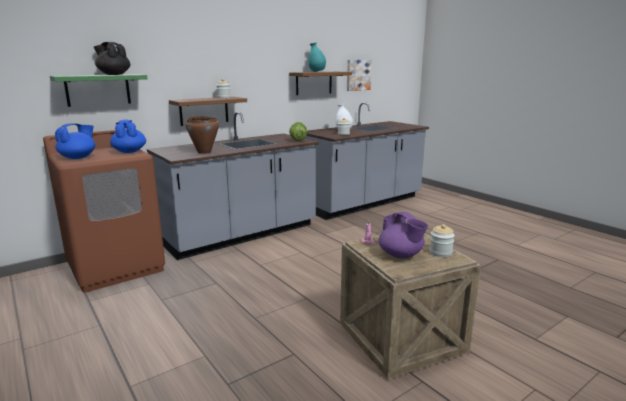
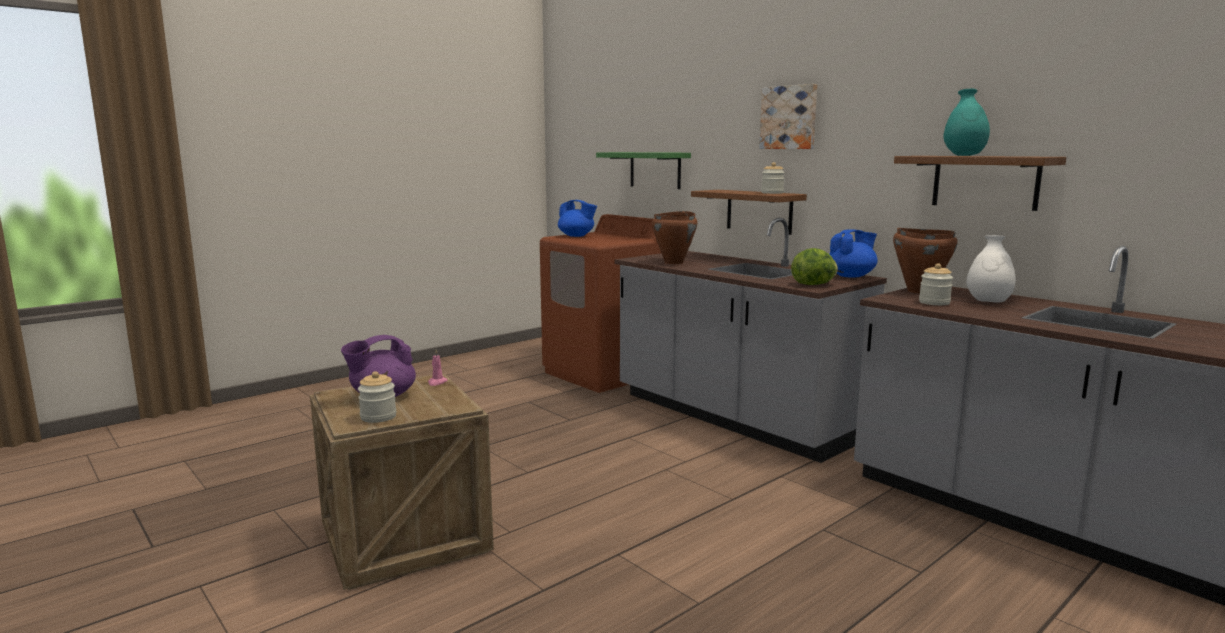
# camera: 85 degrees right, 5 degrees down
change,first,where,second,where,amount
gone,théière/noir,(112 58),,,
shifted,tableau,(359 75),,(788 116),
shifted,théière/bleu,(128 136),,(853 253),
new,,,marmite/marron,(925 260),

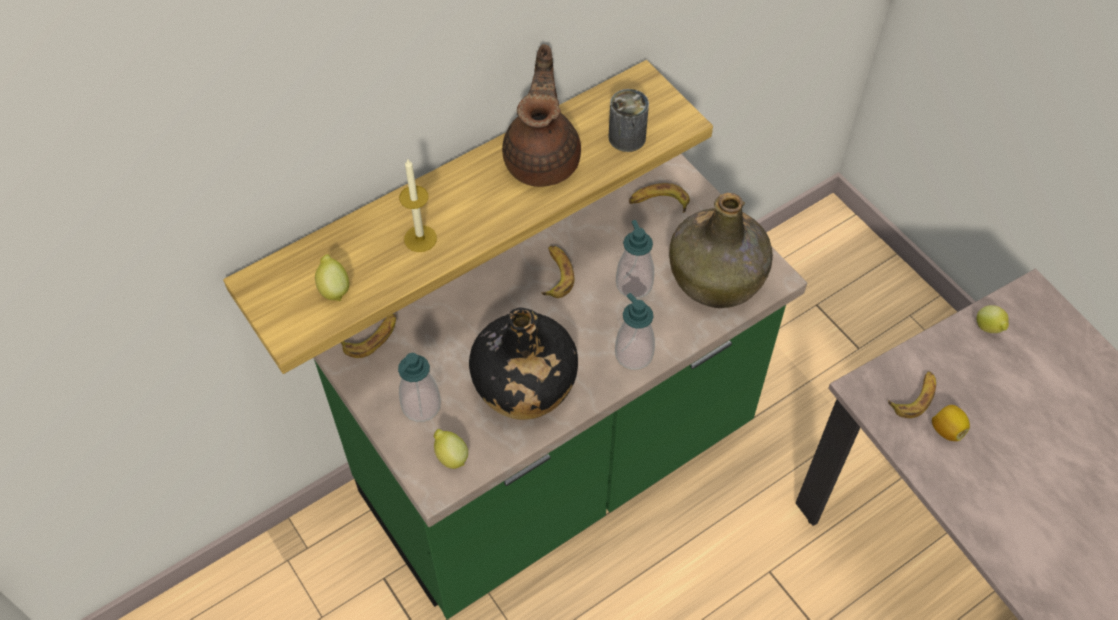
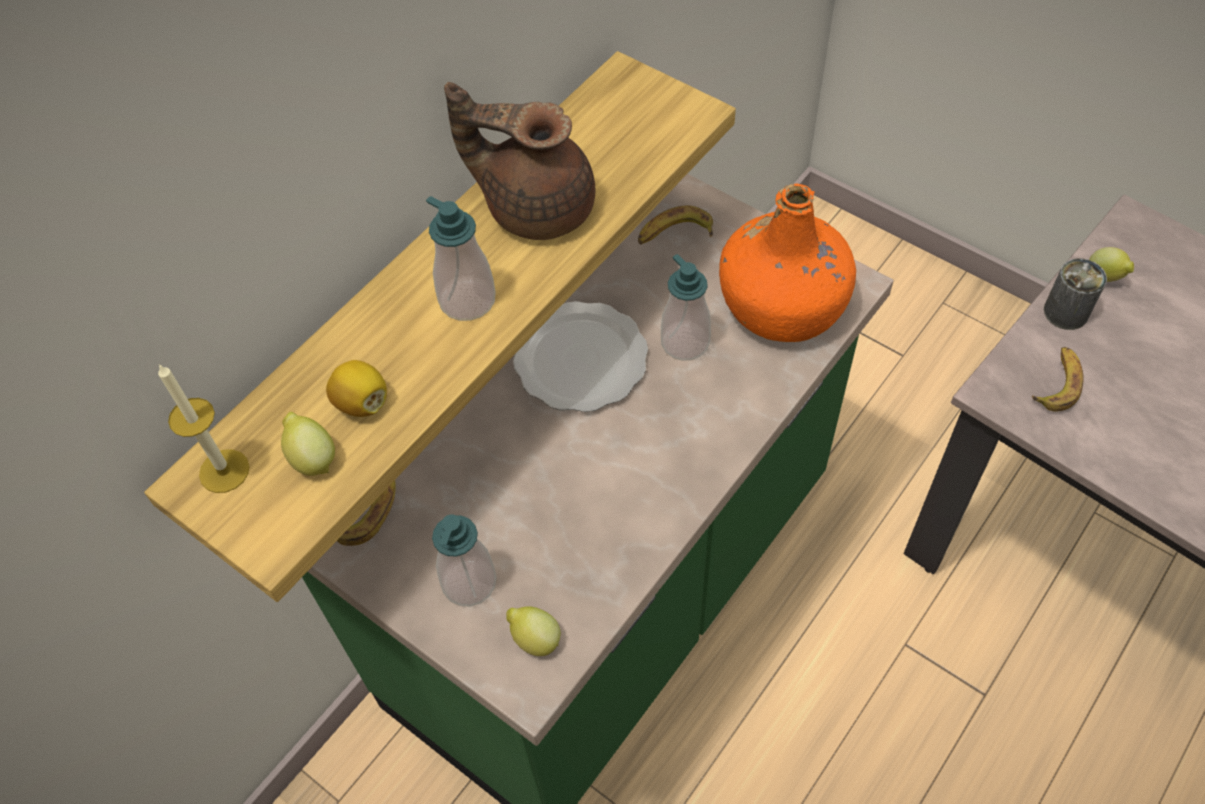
# camera: 15 degrees left, 0 degrees up
change,first,where,second,where,amount
rotated,théière/marron,(541 115),,(519 161),60 degrees counterclockwise
shifted,boîte métallique,(628 120),,(1075 294),
shifted,bougie,(418 205),,(203 428),
repainted,bouteille/vert,(721 250),bouteille/orange,(787 263),
swapped,banane,(557 272),assiette,(580 356),
shifted,distributeur de savon,(635 331),,(461 258),
gone,bouteille/noir,(523 364),,,
shifted,citron,(951 423),,(356 388),

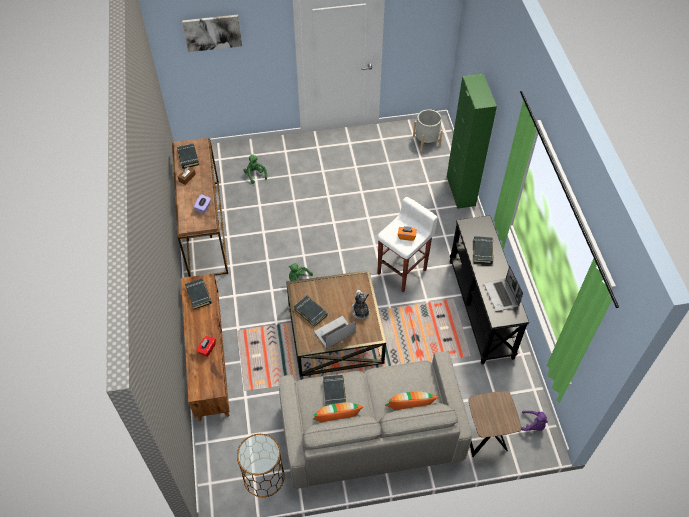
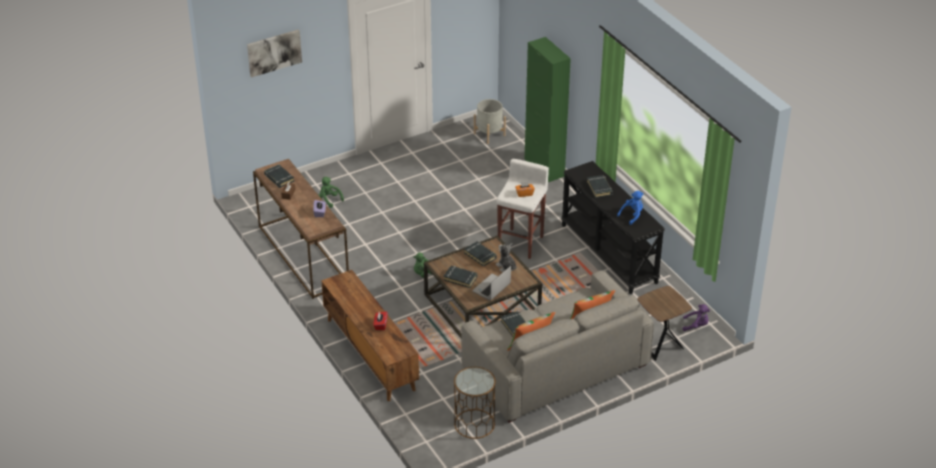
# camera: 20 degrees left, 15 degrees down
change,first,where,second,where,amount
swapped,ordinateur portable,(503 288),peluche/bleu,(630 208),
shifted,livre/noir,(198 294),,(480 254),

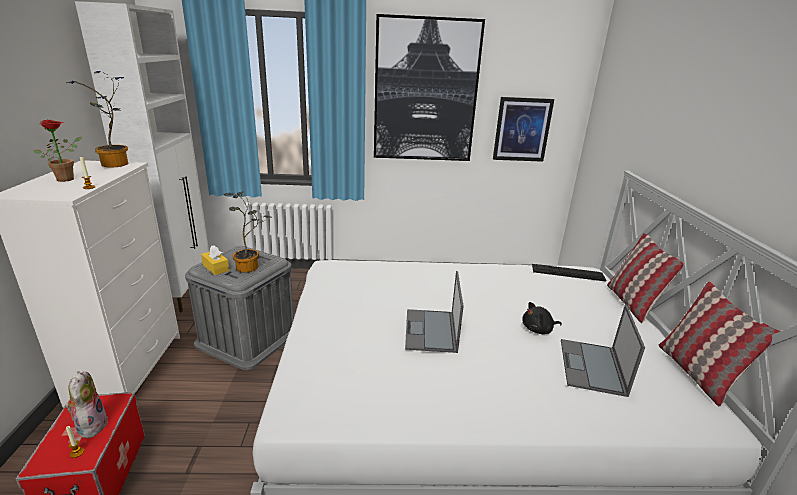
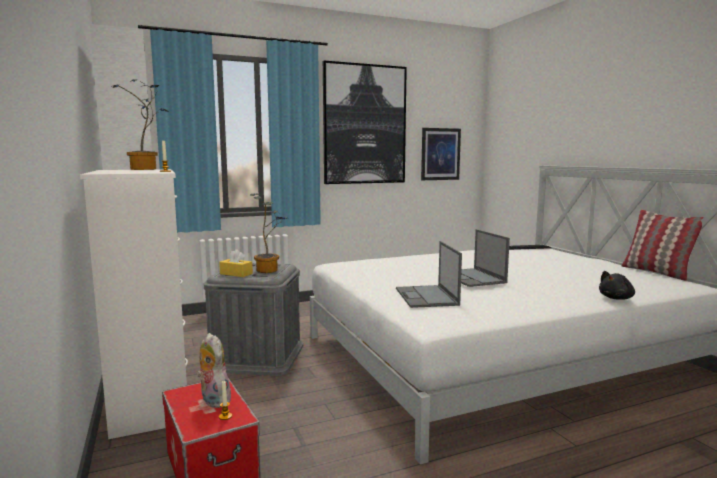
# camera: 20 degrees left, 15 degrees down
change,first,where,second,where,amount
gone,plante en pot,(57 151),,,
gone,coussin,(645 278),,,
shifted,peluche/noir,(542 318),,(617 285),
shifted,ordinateur portable,(603 350),,(429 274),

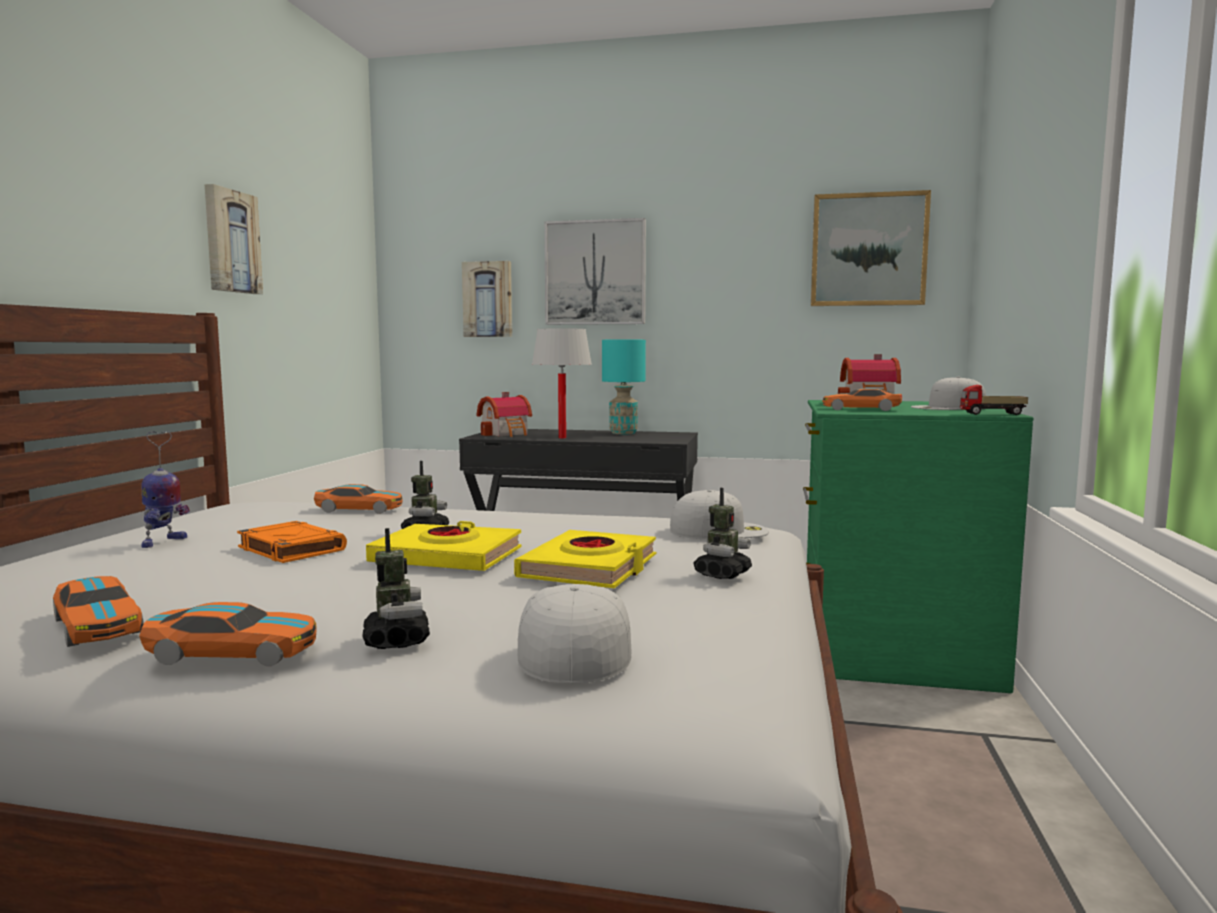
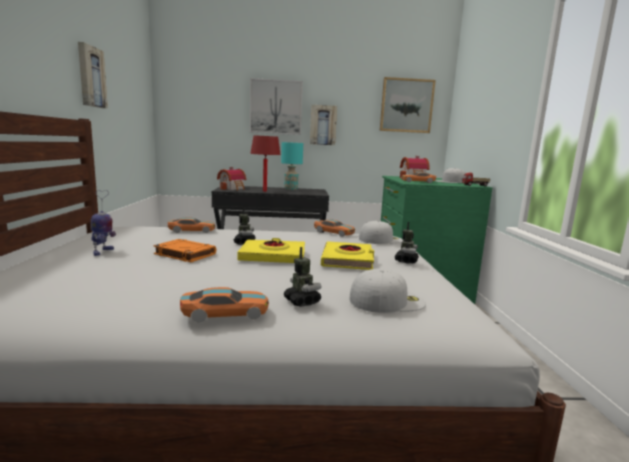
# camera: 15 degrees left, 5 degrees up
change,first,where,second,where,amount
shifted,tableau,(487 299),,(323 125),
repainted,lampe de table/blanc,(561 383),lampe de table/rouge,(265 164),
shifted,petite voiture,(98 611),,(334 228),
rotated,casquette/blanc,(574 634),,(387 290),90 degrees clockwise

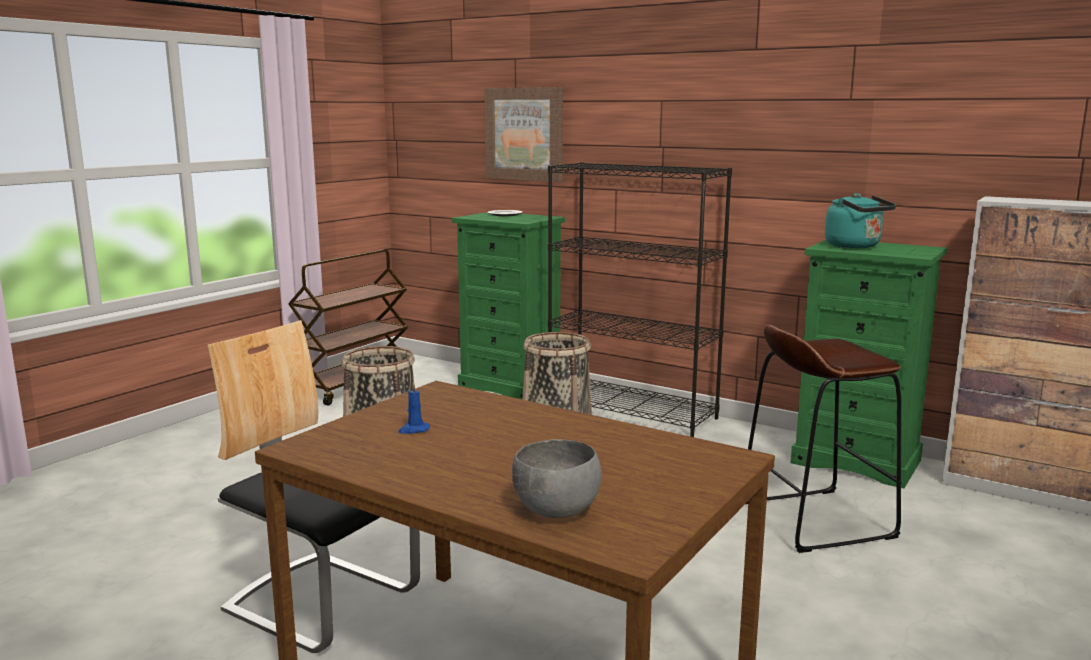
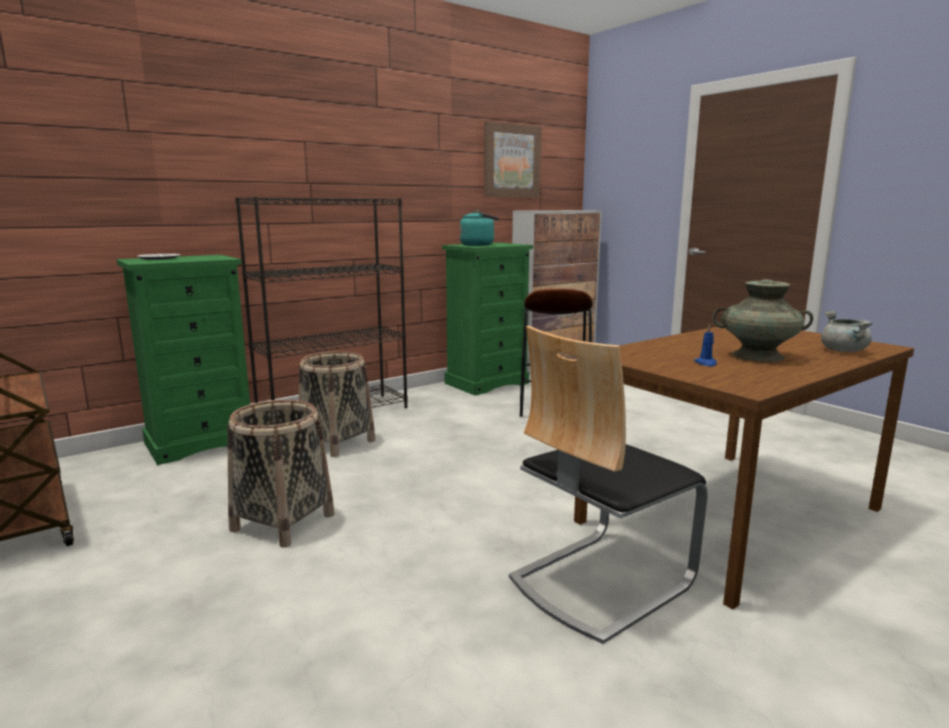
# camera: 70 degrees left, 0 degrees up
change,first,where,second,where,amount
shifted,tableau,(523 134),,(512 159),
swapped,bol/gris,(557 478),marmite/gris,(846 331),
new,,,vase/turquoise,(763 320),

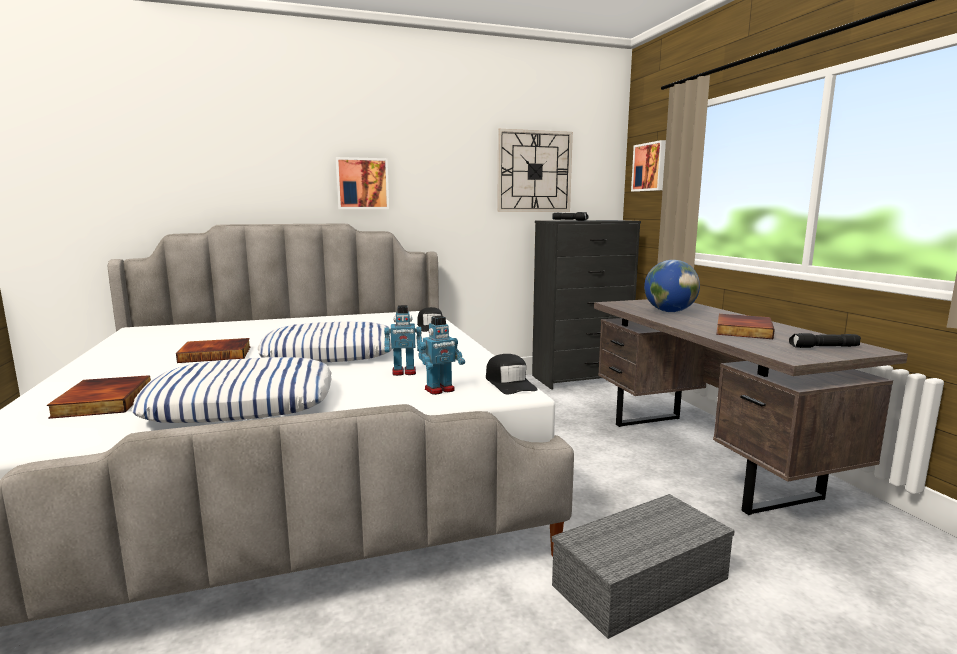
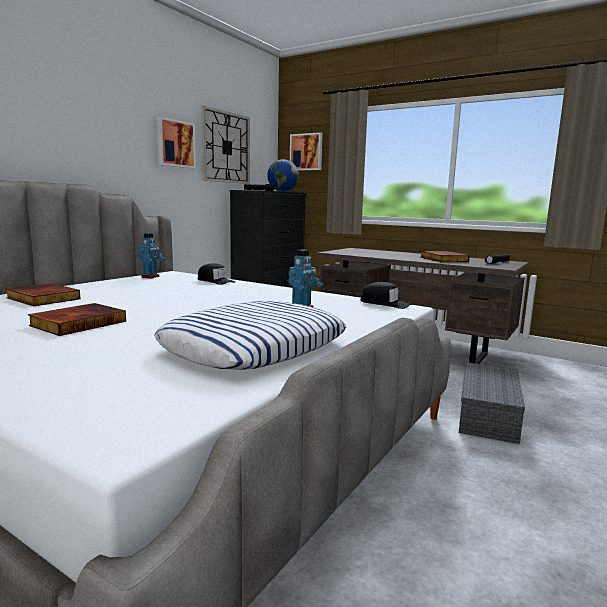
# camera: 40 degrees left, 0 degrees up
change,first,where,second,where,amount
shifted,tableau,(362 183),,(176 142),
shifted,globe,(672 286),,(283 175),
shifted,robot jouet,(441 355),,(152 255),
gone,coussin,(325 342),,,
shifted,livre,(99 397),,(43 294),

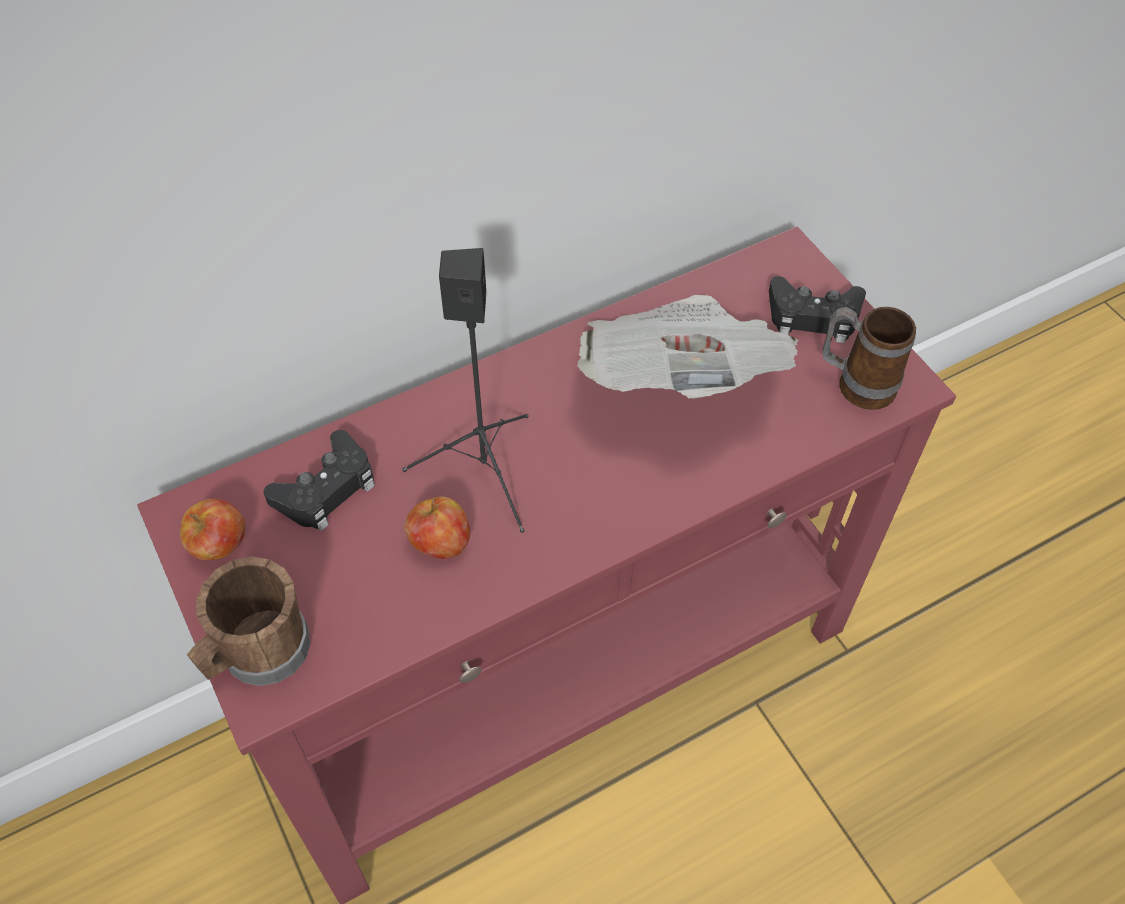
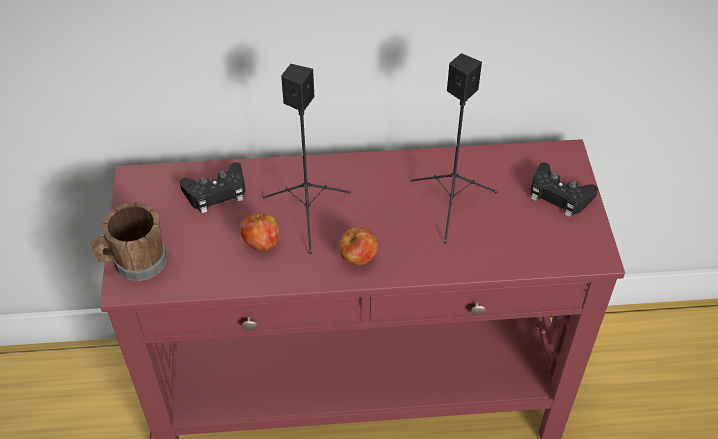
# camera: 25 degrees right, 5 degrees down
change,first,where,second,where,amount
swapped,journal,(687 347),enceinte/noir,(454 148),
gone,mug,(869 358),,,
shifted,pomme,(212 529),,(358 246),

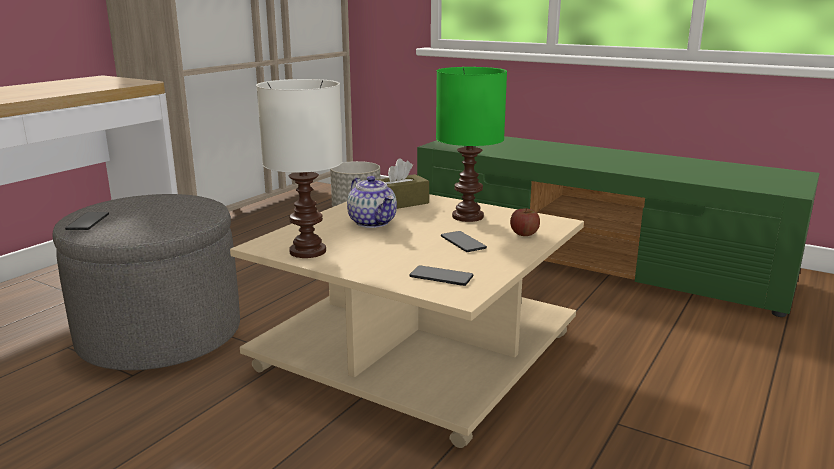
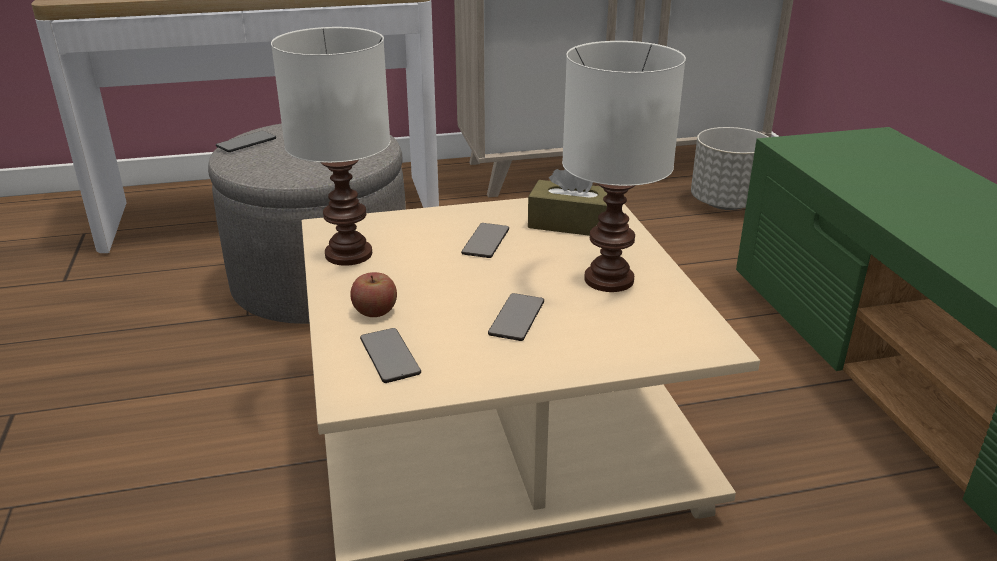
# camera: 45 degrees right, 10 degrees up
change,first,where,second,where,amount
repainted,lampe de table/vert,(471 144),lampe de table/blanc,(624 166),
swapped,théière,(372 202),téléphone,(485 240),
shifted,pomme,(525 222),,(373 294),

